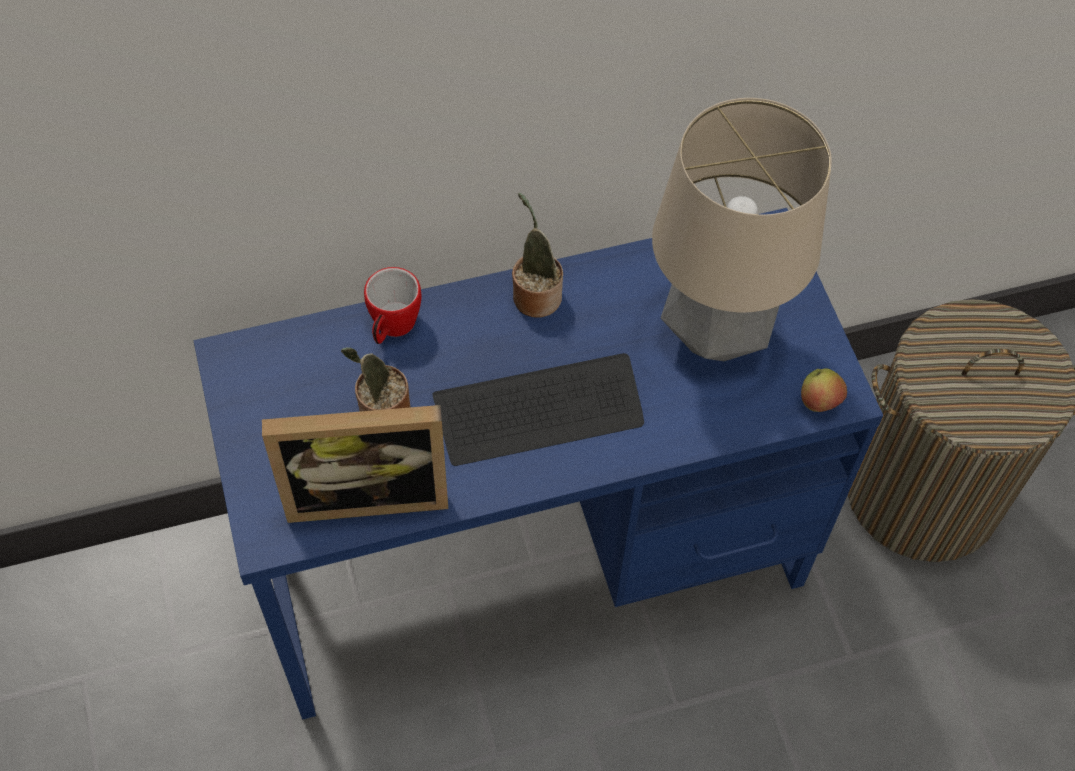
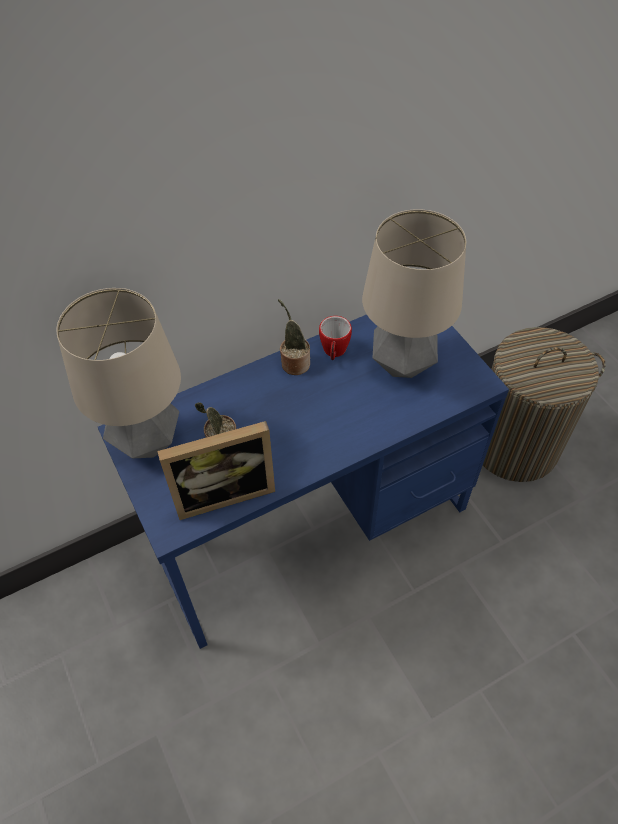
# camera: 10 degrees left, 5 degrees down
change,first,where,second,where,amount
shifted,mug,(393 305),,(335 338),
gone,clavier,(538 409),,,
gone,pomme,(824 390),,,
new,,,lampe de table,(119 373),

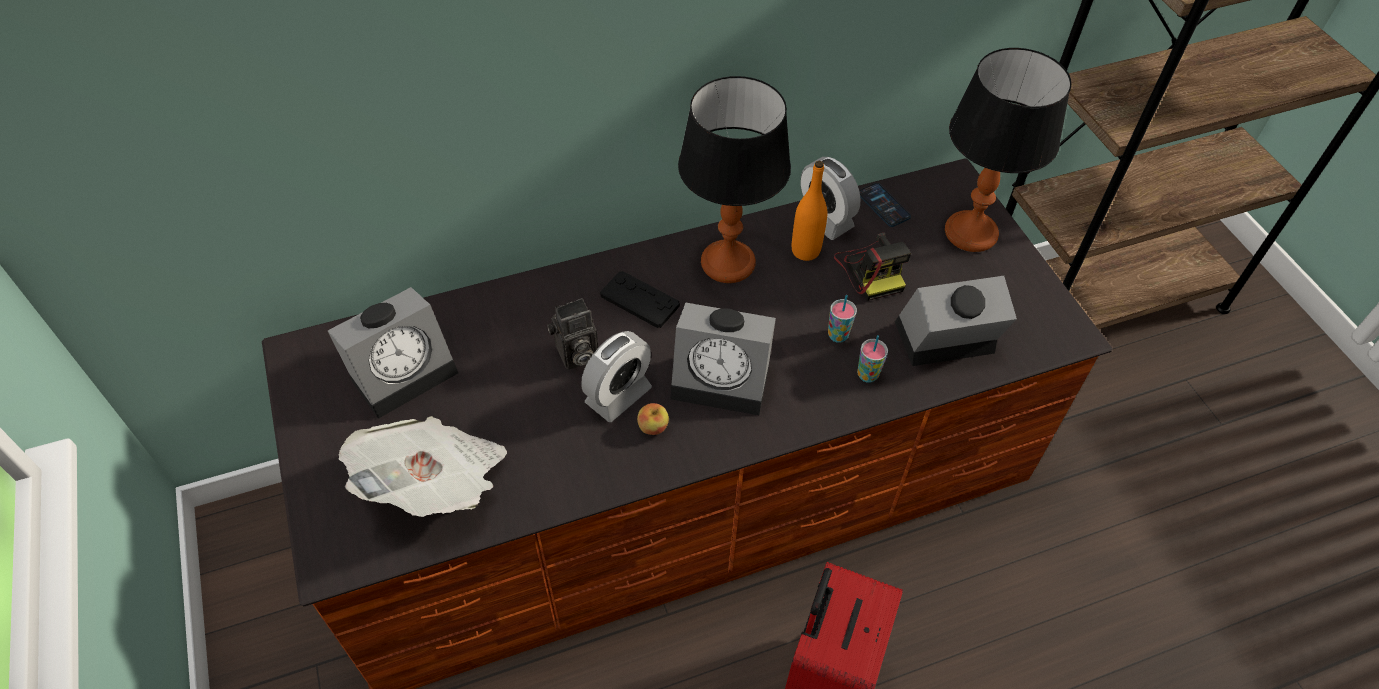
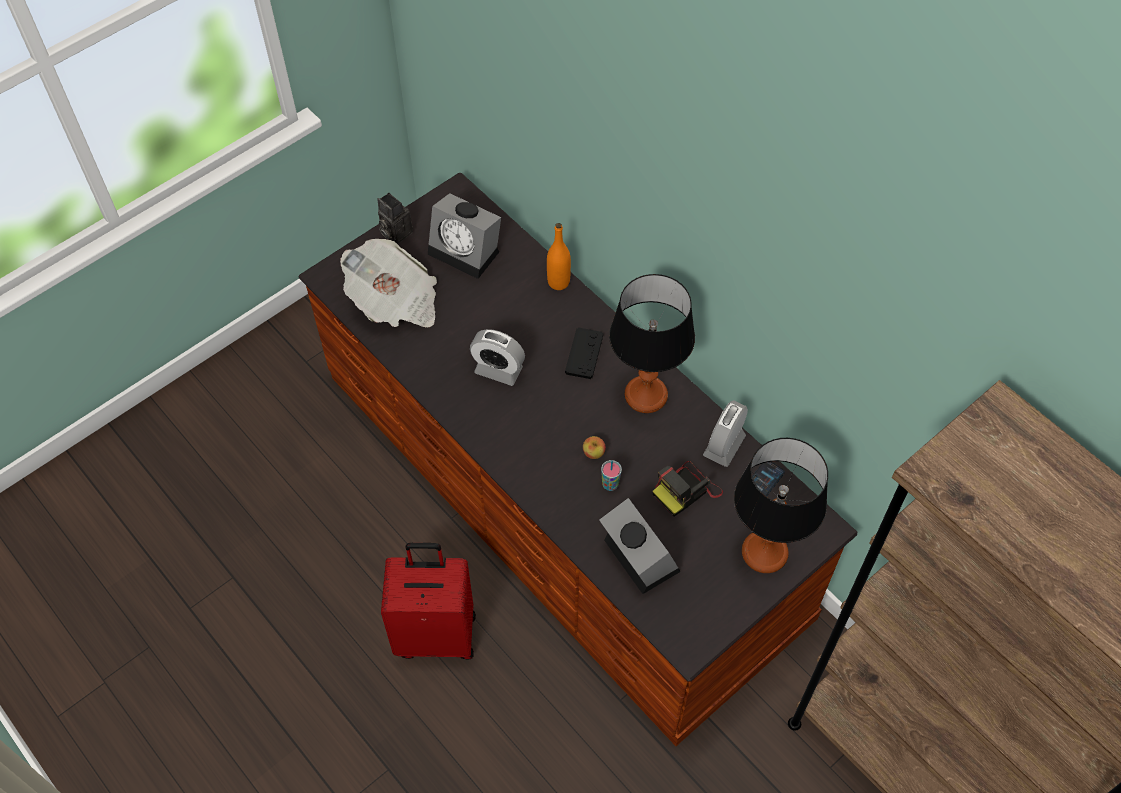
# camera: 70 degrees right, 5 degrees up
change,first,where,second,where,amount
shifted,bouteille/orange,(809 211),,(559 256),
shifted,appareil photo,(572 333),,(395 218),
gone,réveil,(723 359),,,
gone,tasse,(872 359),,,
shifted,pomme,(653 419),,(594 447),

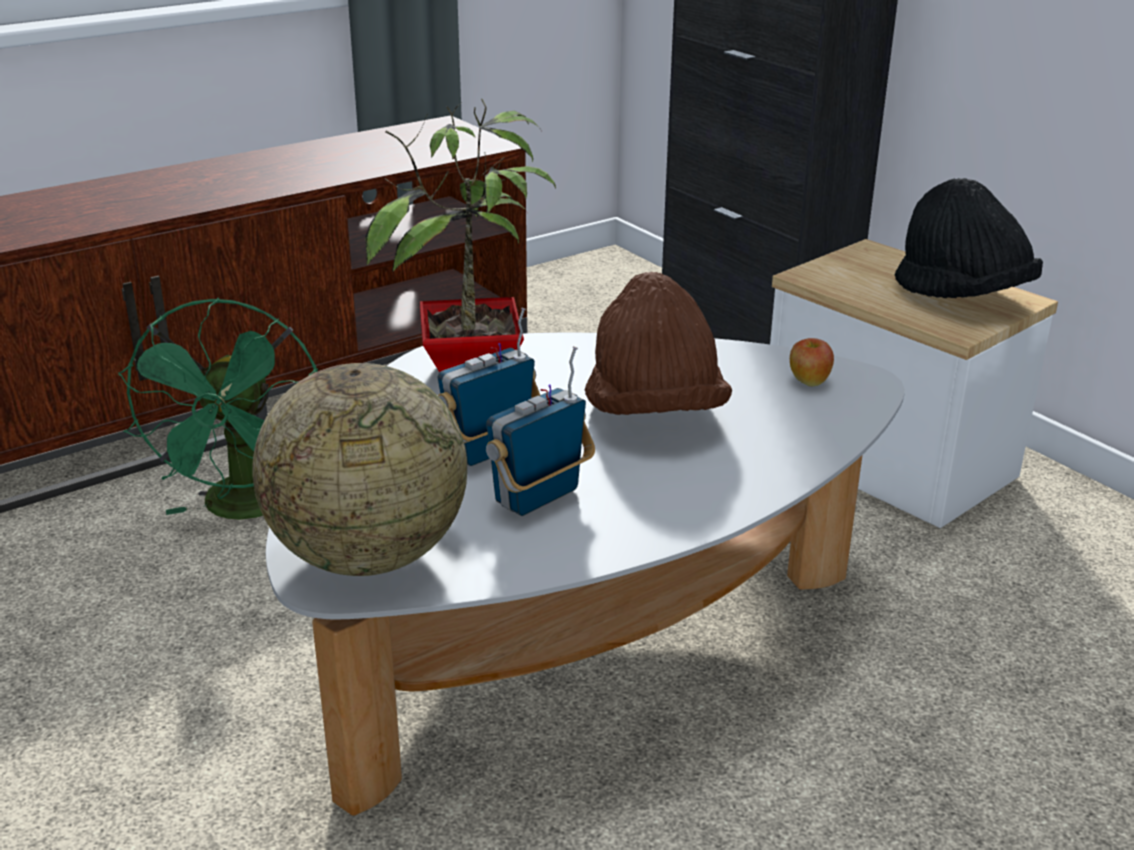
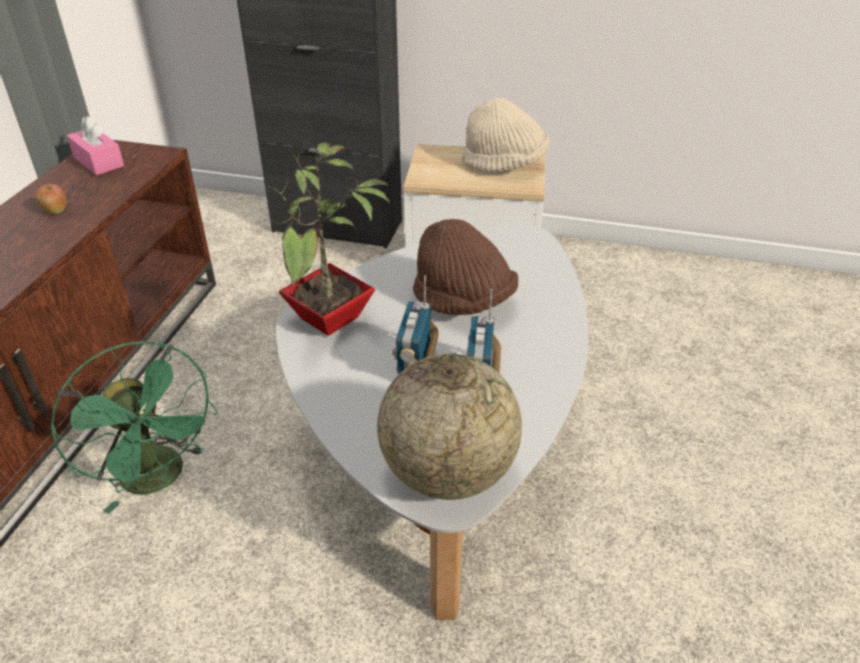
# camera: 40 degrees left, 10 degrees up
change,first,where,second,where,amount
repainted,chapeau/noir,(969 238),chapeau/beige,(505 135),
shifted,pomme,(812 362),,(50 199),
new,,,boîte à mouchoirs/rose,(95 145),

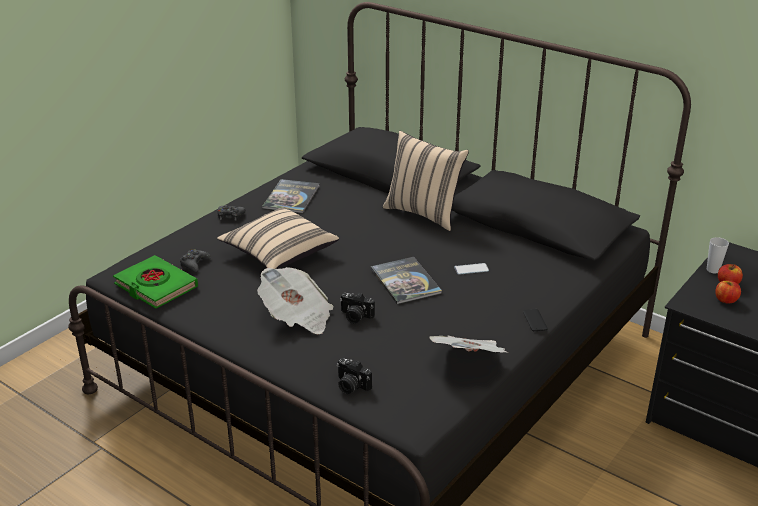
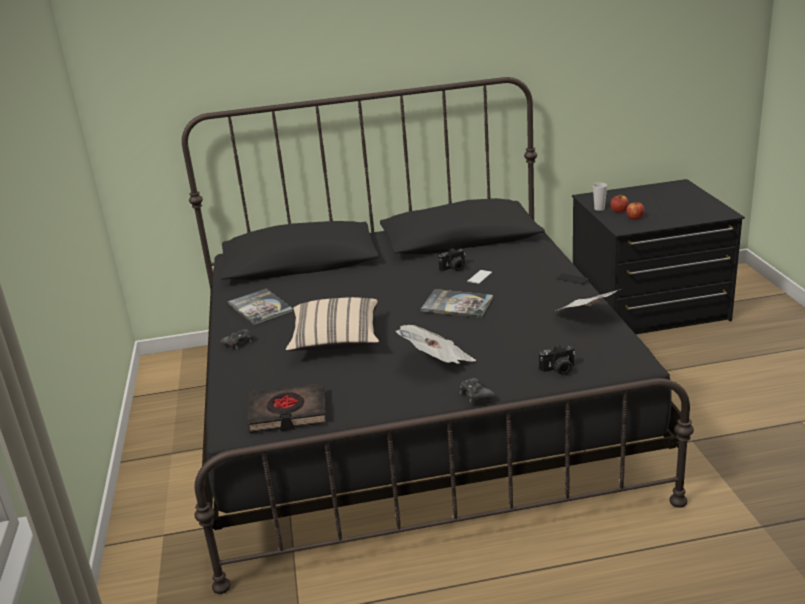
# camera: 45 degrees left, 5 degrees down
change,first,where,second,where,amount
gone,coussin/beige,(426 181),,,
shifted,manette/noir,(195 260),,(477 390),
repainted,livre/vert,(155 282),livre/noir,(287 408),
shifted,appareil photo,(357 307),,(451 259),

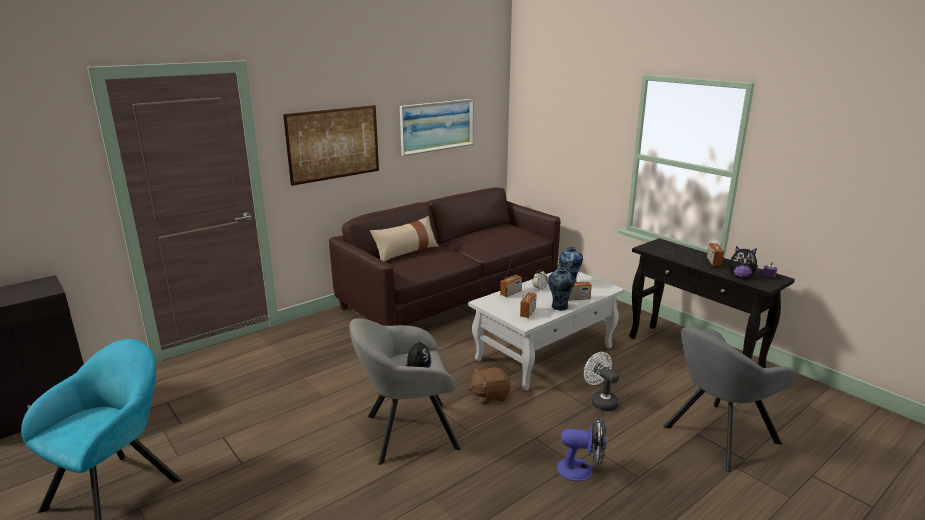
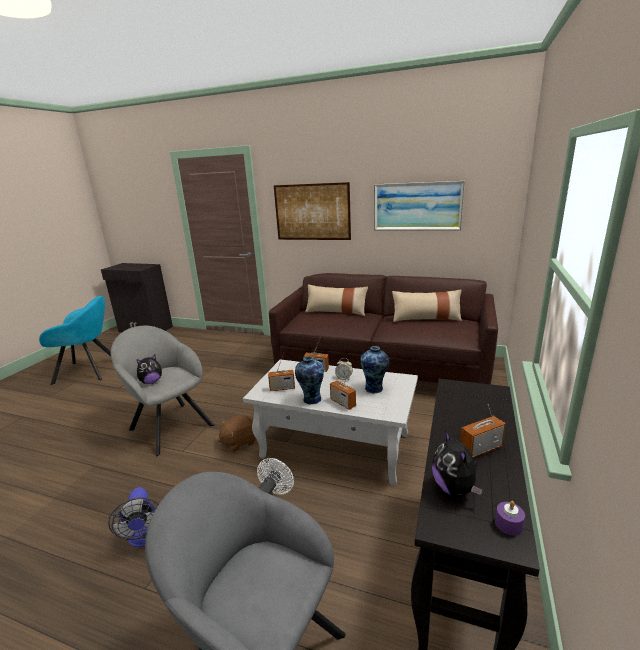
# camera: 60 degrees right, 0 degrees up
change,first,where,second,where,amount
rotated,peluche/marron,(489 385),,(237 433),75 degrees counterclockwise
new,,,coussin/beige,(427 305),

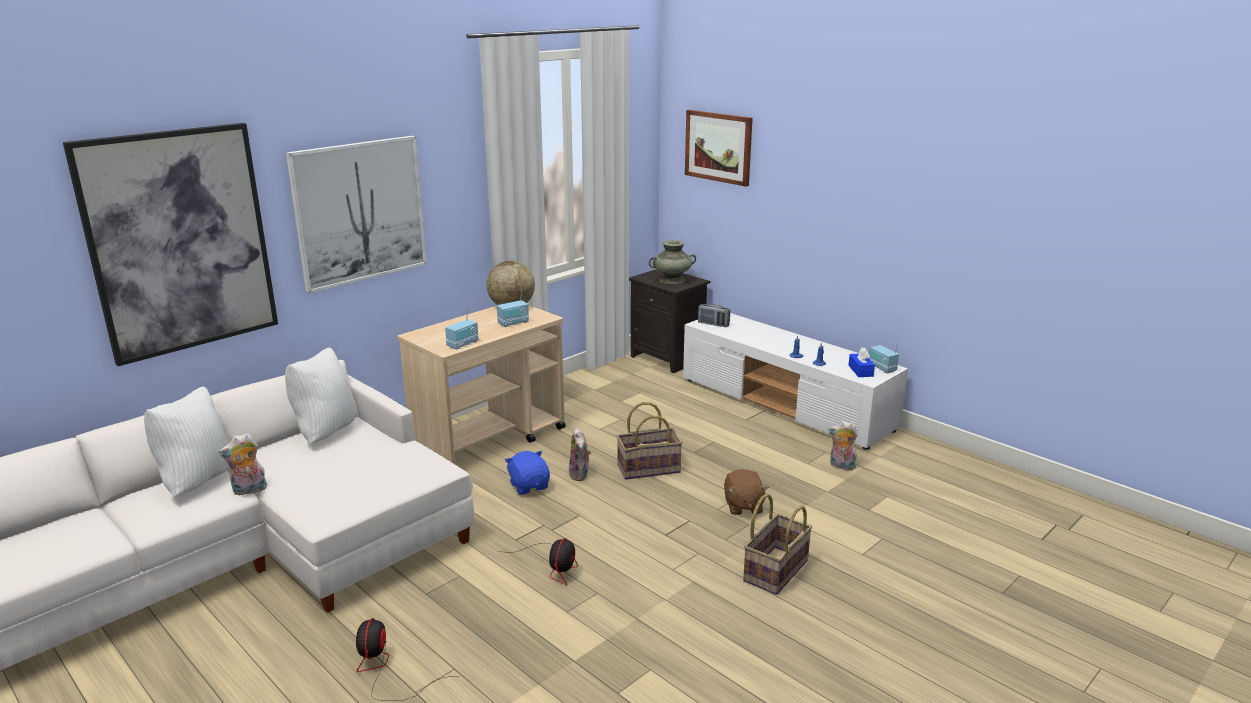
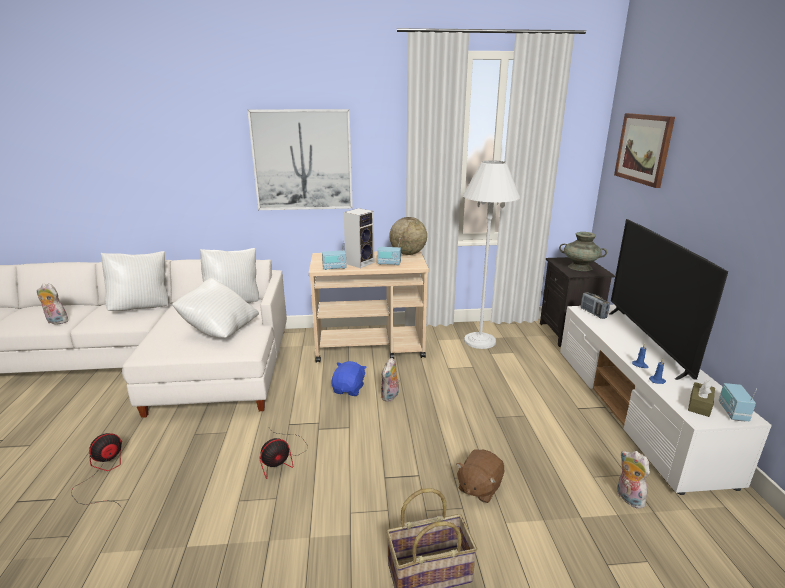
# camera: 40 degrees right, 0 degrees up
change,first,where,second,where,amount
gone,tableau,(170 244),,,
repainted,boîte à mouchoirs/bleu,(861 362),boîte à mouchoirs/marron,(701 398),
gone,panier,(649 441),,,
shifted,peluche,(243 464),,(52 303),
new,,,lampadaire/blanc,(491 255),
new,,,enceinte,(358 238),
new,,,téléviseur,(668 299),
new,,,coussin/blanc,(215 307),

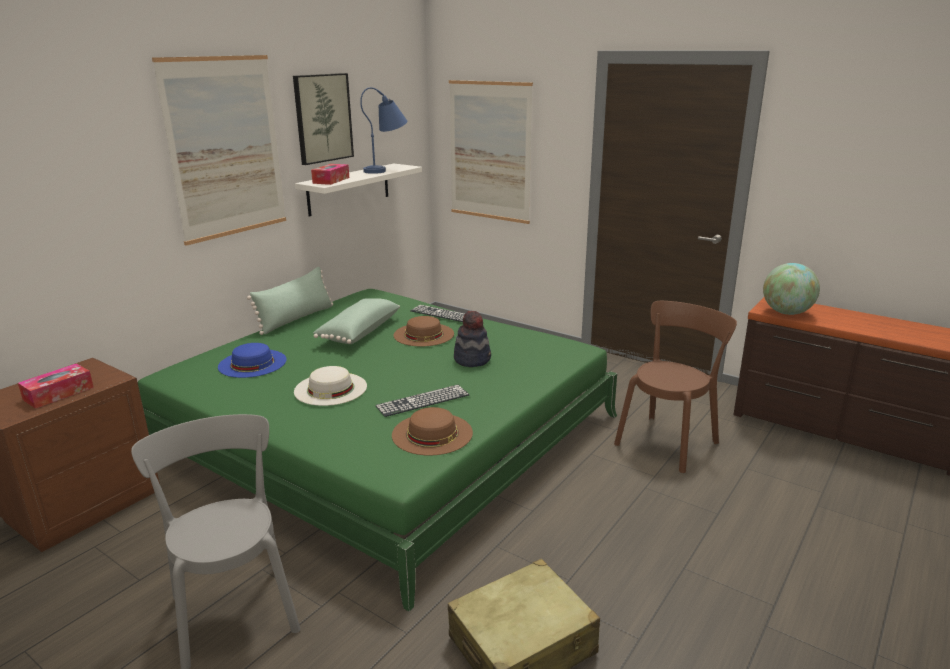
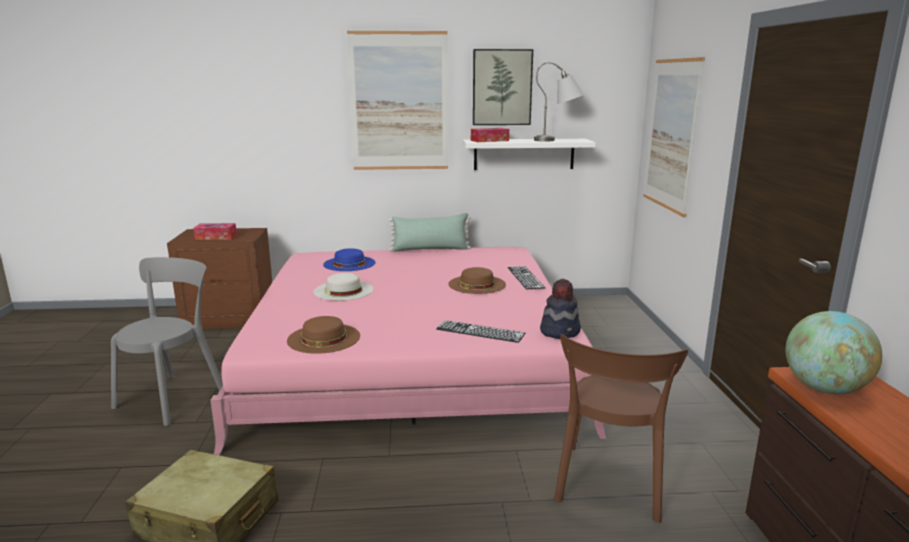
# camera: 50 degrees right, 5 degrees down
change,first,where,second,where,amount
repainted,lampe de table/bleu,(383 130),lampe de table/gris,(559 102),
repainted,lit/vert,(377 450),lit/rose,(408 351),
gone,coussin/vert,(356 321),,,
rotated,chaise/marron,(675 387),,(621 428),105 degrees clockwise
shifted,chapeau,(472 338),,(560 309),
shifted,clavier,(422 401),,(480 331),

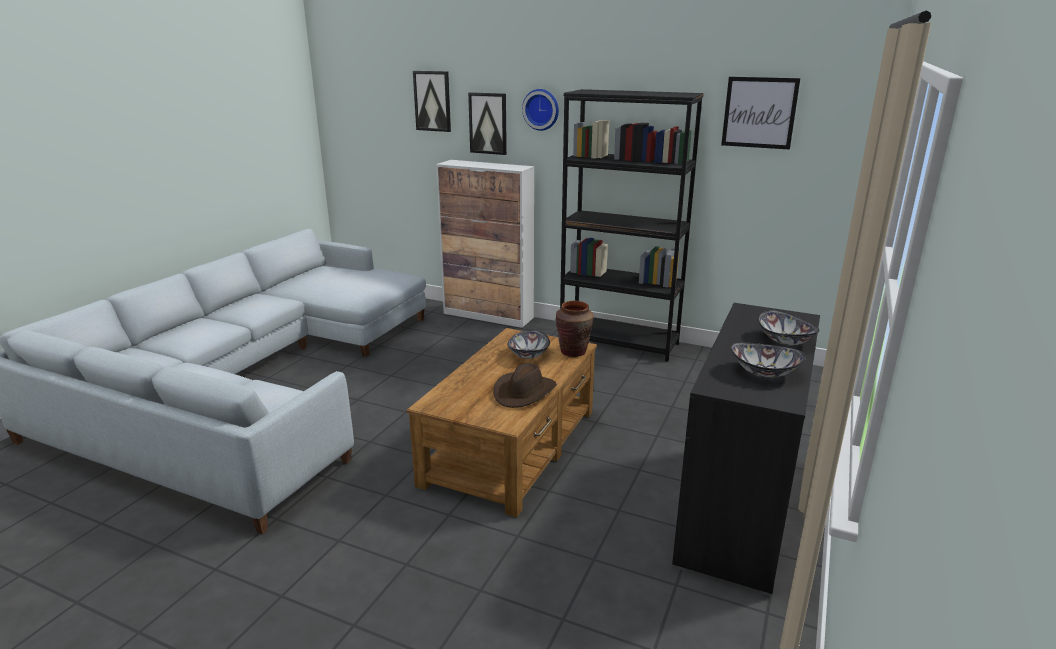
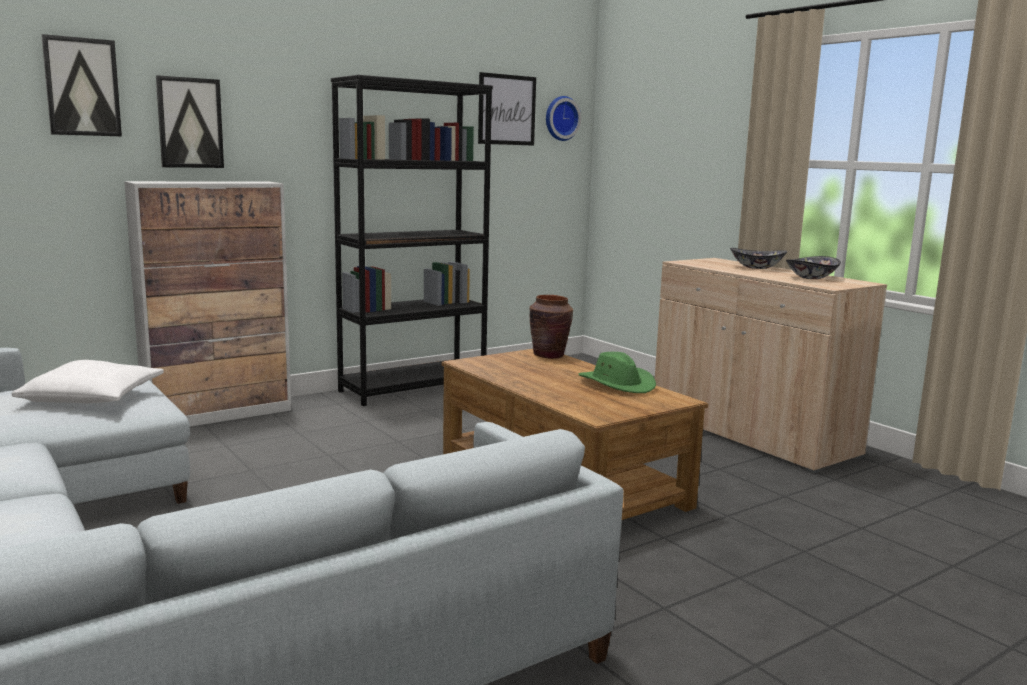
# camera: 60 degrees left, 10 degrees down
change,first,where,second,where,amount
shifted,horloge murale,(540 110),,(563 118),
repainted,meuble de rangement/noir,(746 449),meuble de rangement/beige,(771 365),
gone,bol,(528 344),,,
repainted,chapeau/marron,(525 385),chapeau/vert,(617 372),
new,,,coussin/blanc,(88 381),

